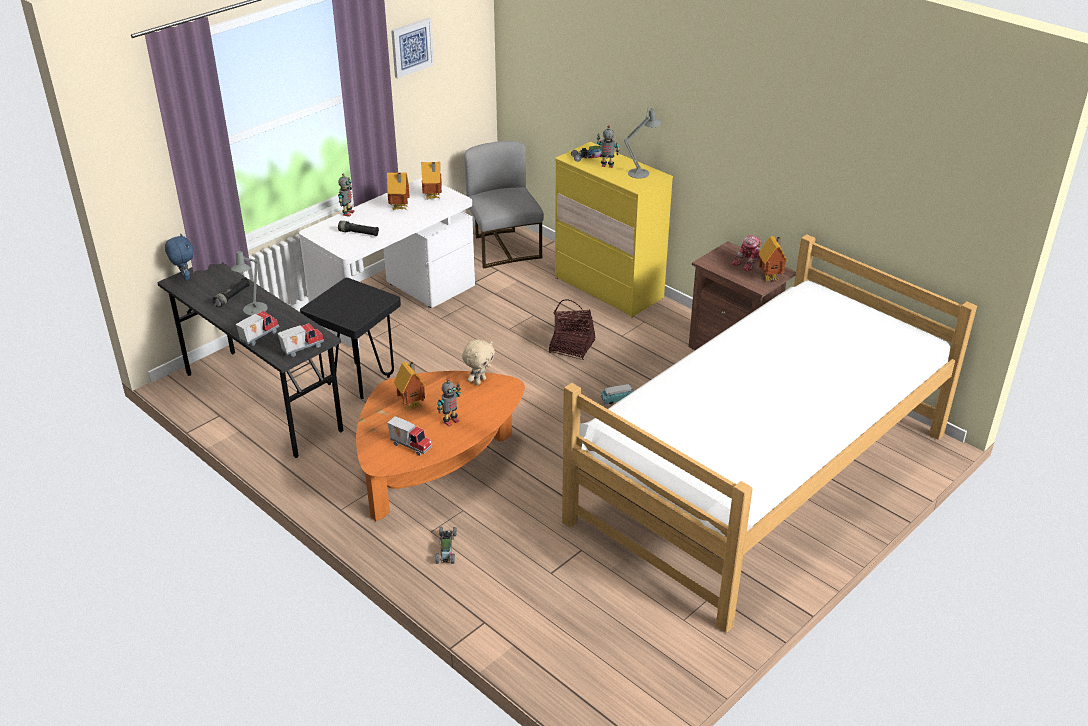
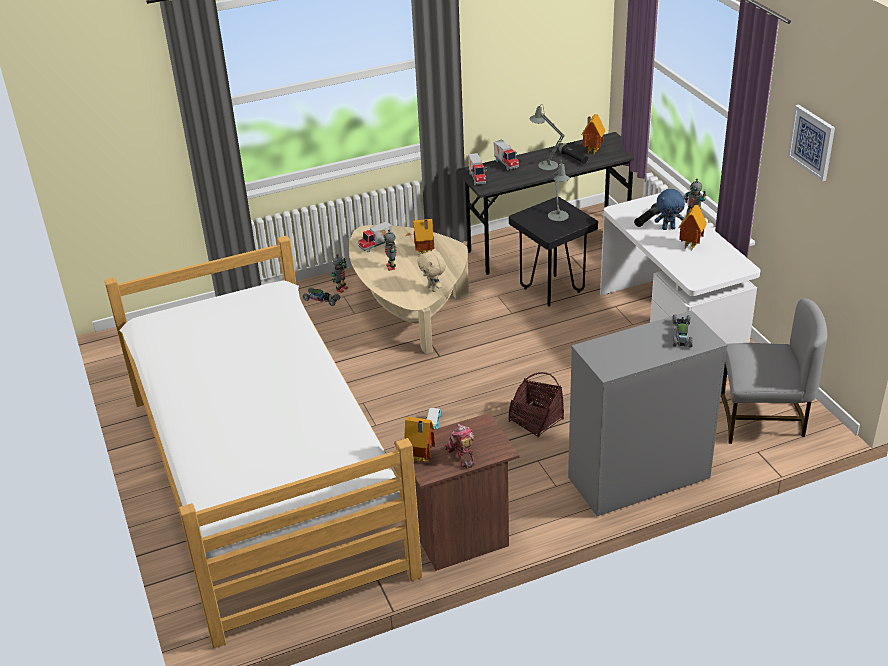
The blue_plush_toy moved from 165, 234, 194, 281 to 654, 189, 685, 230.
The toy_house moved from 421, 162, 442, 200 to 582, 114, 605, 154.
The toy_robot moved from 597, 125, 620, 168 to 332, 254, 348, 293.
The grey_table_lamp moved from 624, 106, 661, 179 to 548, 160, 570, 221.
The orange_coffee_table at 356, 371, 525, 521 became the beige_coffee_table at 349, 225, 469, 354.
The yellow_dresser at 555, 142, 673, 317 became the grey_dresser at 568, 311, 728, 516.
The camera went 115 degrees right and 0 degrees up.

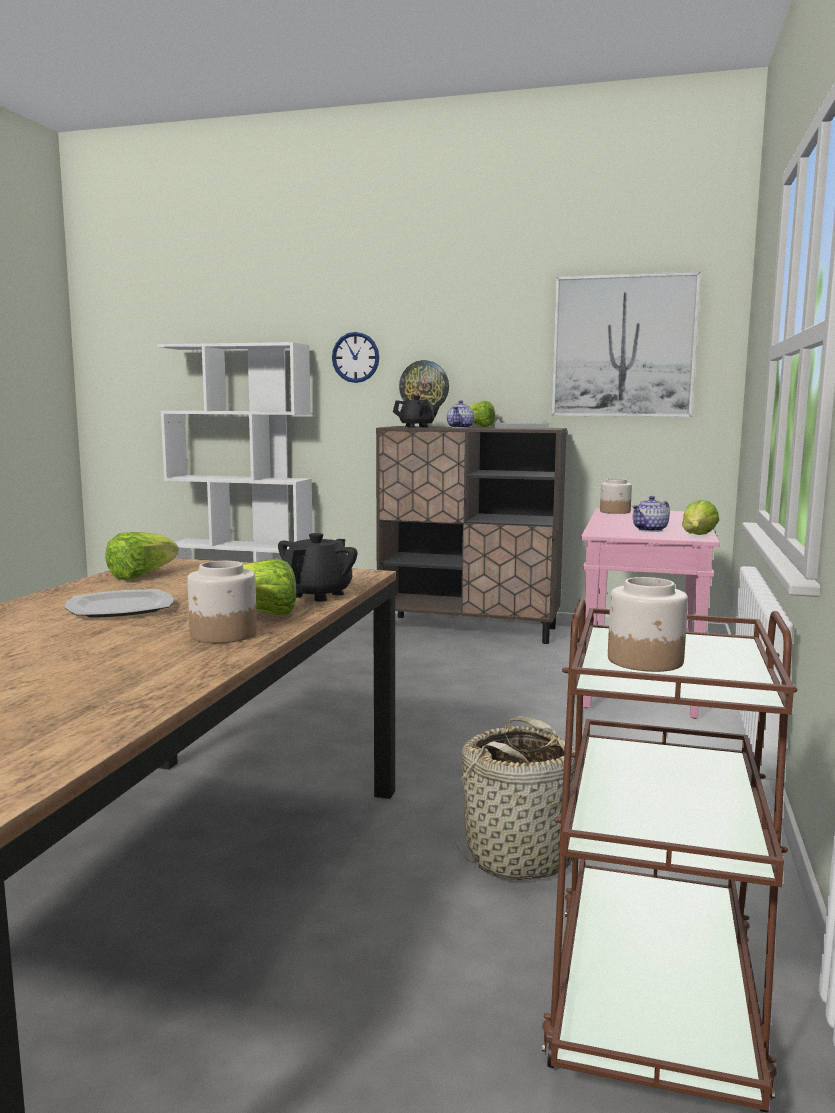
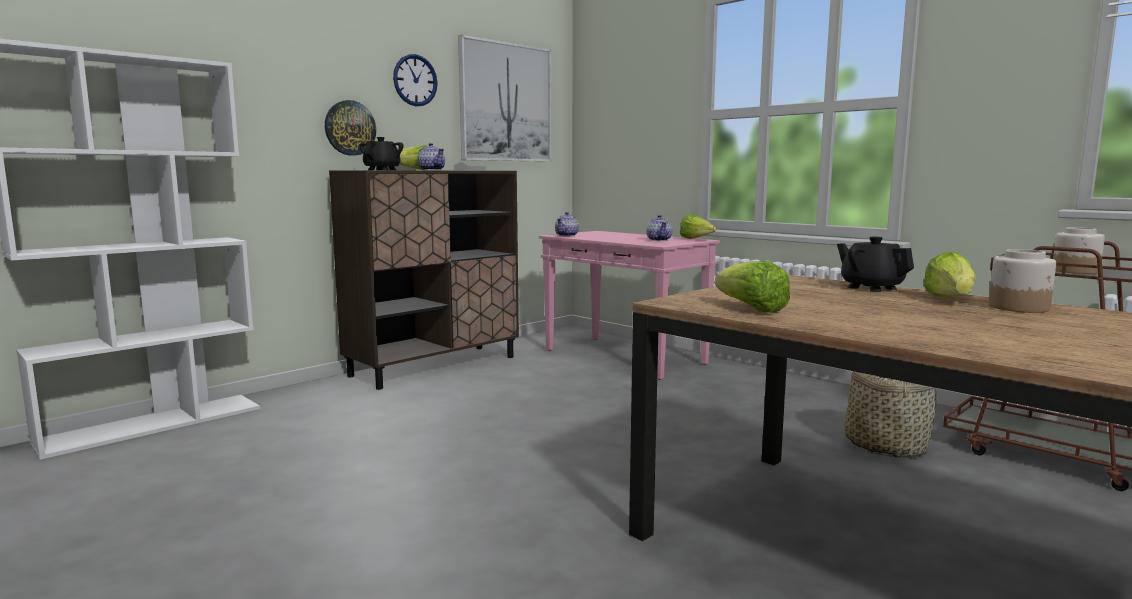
The plate at 65, 589, 174, 618 disappeared.
The wall_clock moved from 332, 332, 379, 383 to 393, 54, 438, 107.
The jar at 600, 478, 632, 514 was replaced by the teapot at 555, 212, 579, 236.
The camera went 60 degrees left and 0 degrees up.

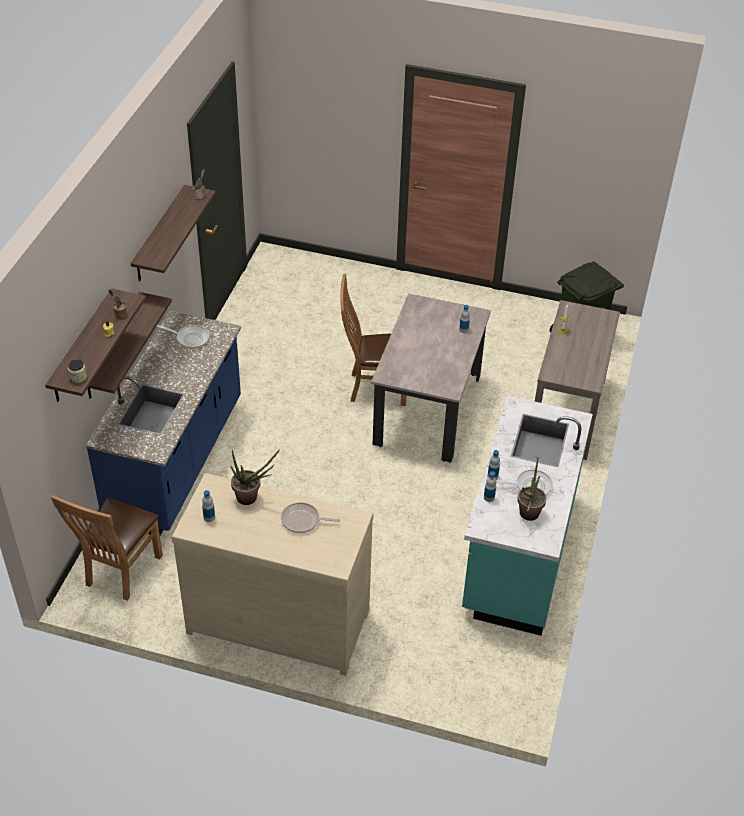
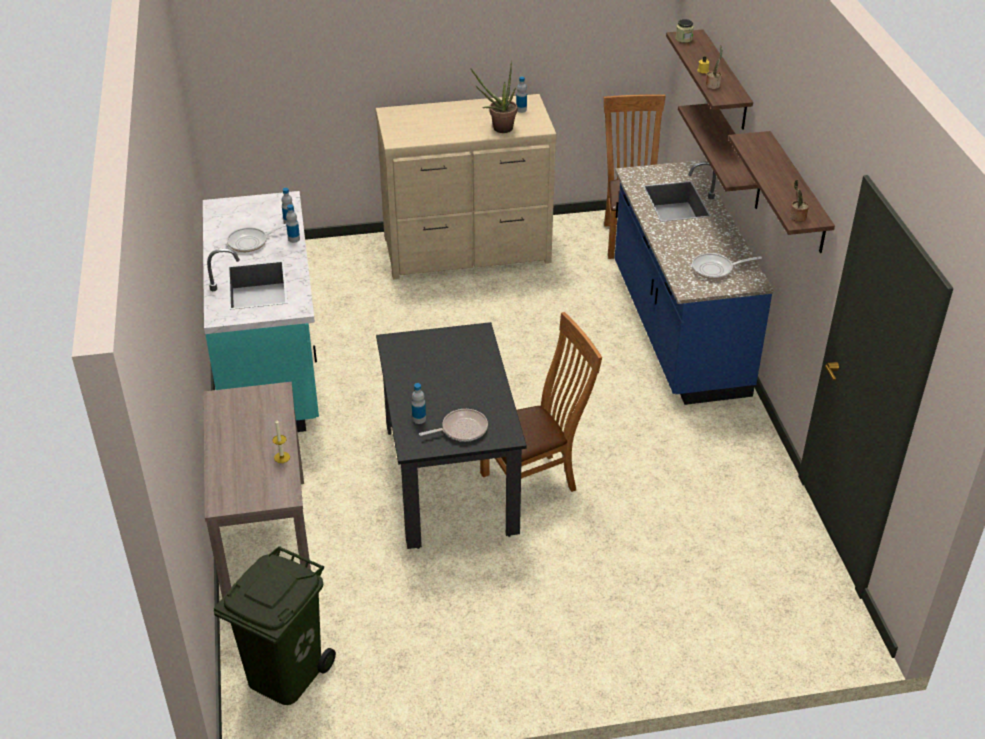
The potted_plant at 517, 458, 546, 521 disappeared.
The frying_pan moved from 281, 502, 340, 533 to 419, 409, 488, 442.
The beige_dining_table at 371, 293, 491, 462 became the black_dining_table at 376, 322, 527, 549.
The camera went 155 degrees right and 5 degrees down.

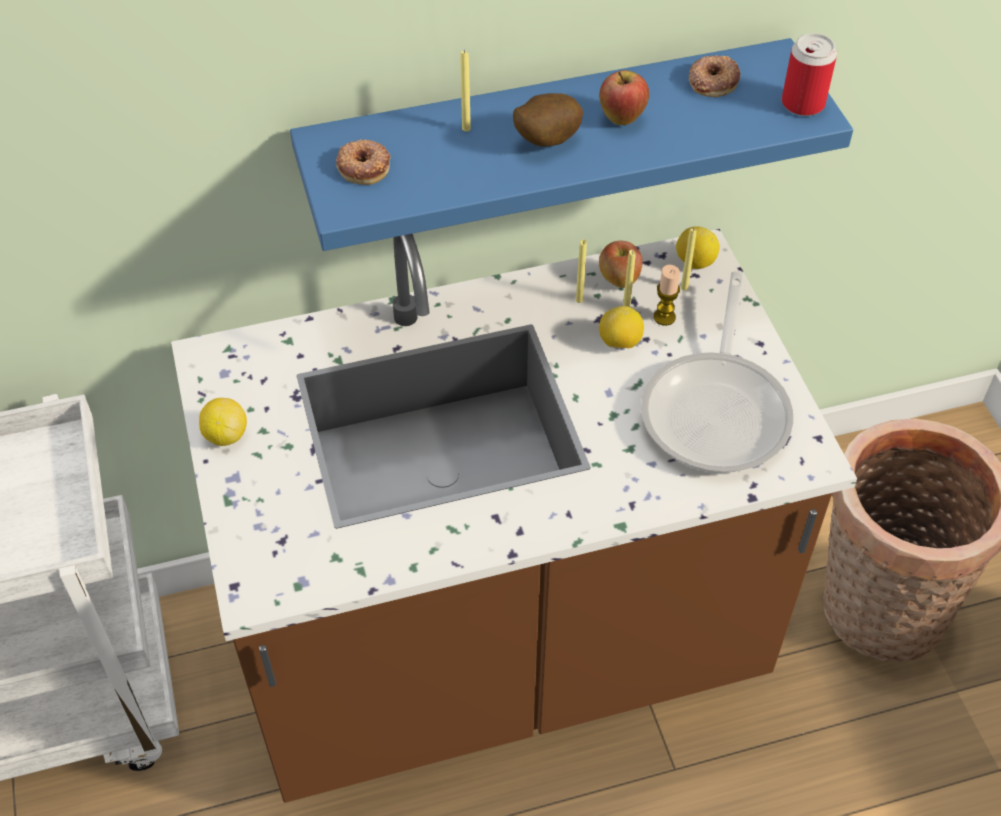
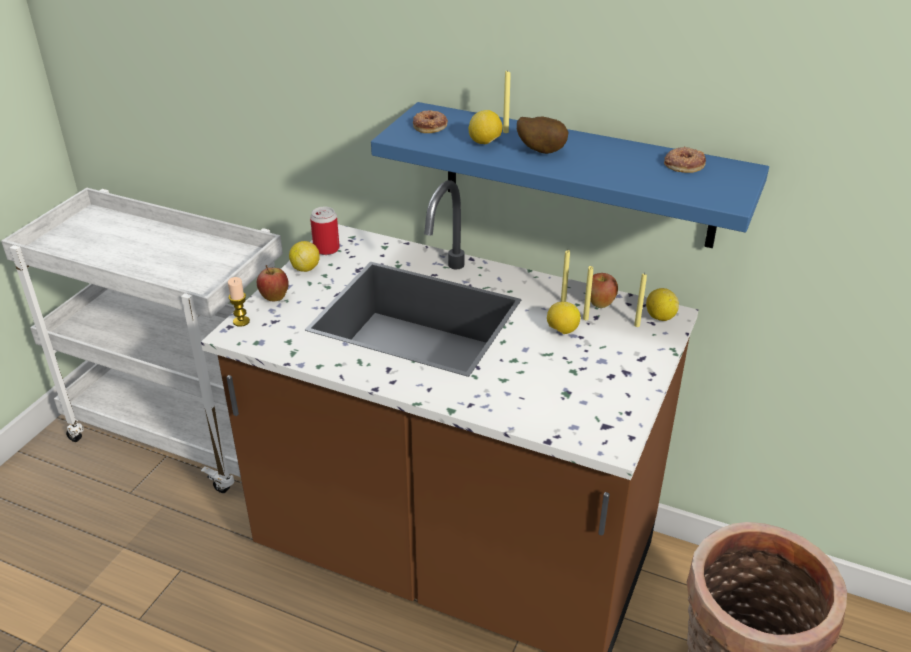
The frying_pan at 641, 271, 793, 473 disappeared.
The lemon at 469, 110, 503, 144 appeared.
The apple moved from 599, 70, 649, 125 to 257, 265, 289, 301.
The candle moved from 654, 265, 680, 326 to 228, 277, 250, 327.
The can moved from 782, 33, 837, 116 to 310, 207, 340, 255.
The camera went 40 degrees right and 15 degrees down.

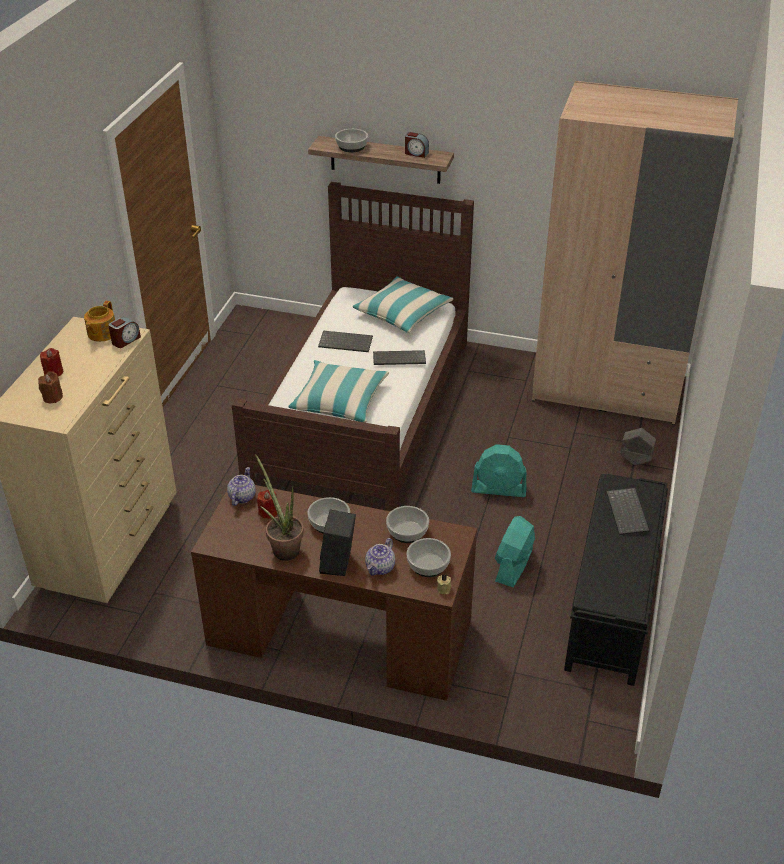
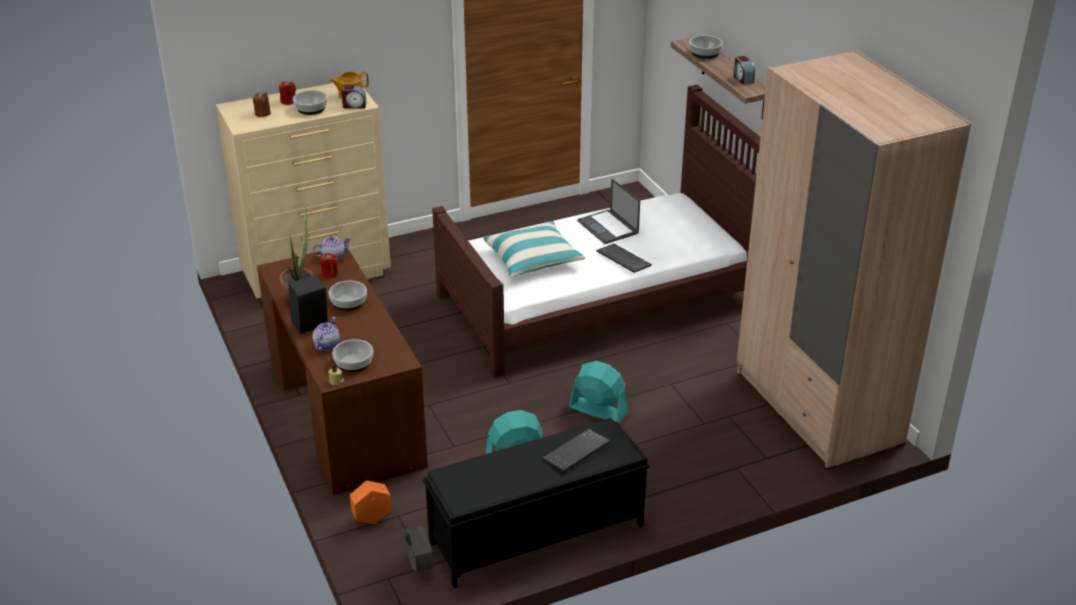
The pillow at 353, 276, 453, 333 disappeared.
The orange_planter at 350, 480, 392, 524 appeared.
The bowl moved from 386, 506, 429, 543 to 293, 90, 328, 115.
The grey_planter moved from 620, 428, 656, 465 to 405, 526, 433, 572.
The keyboard at 318, 331, 373, 352 was replaced by the laptop at 578, 179, 640, 244.
The teapot at 365, 538, 395, 575 turned 120 degrees clockwise.
The turquoise_fan at 471, 444, 527, 497 turned 150 degrees clockwise.
The camera went 50 degrees right and 5 degrees down.

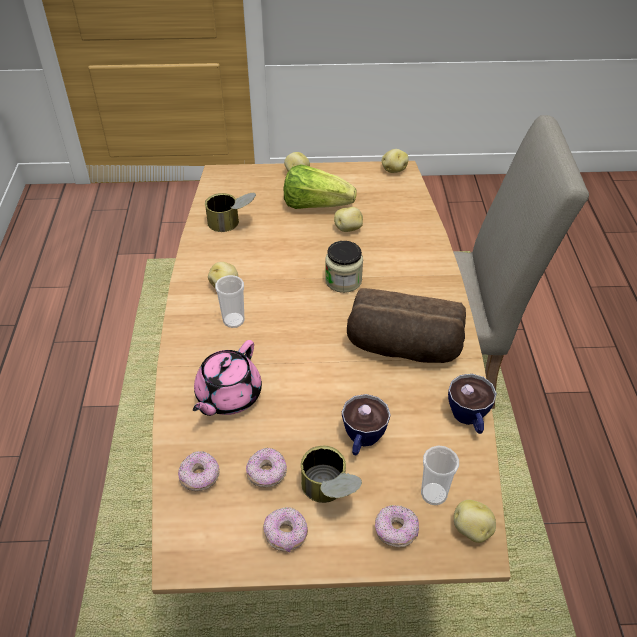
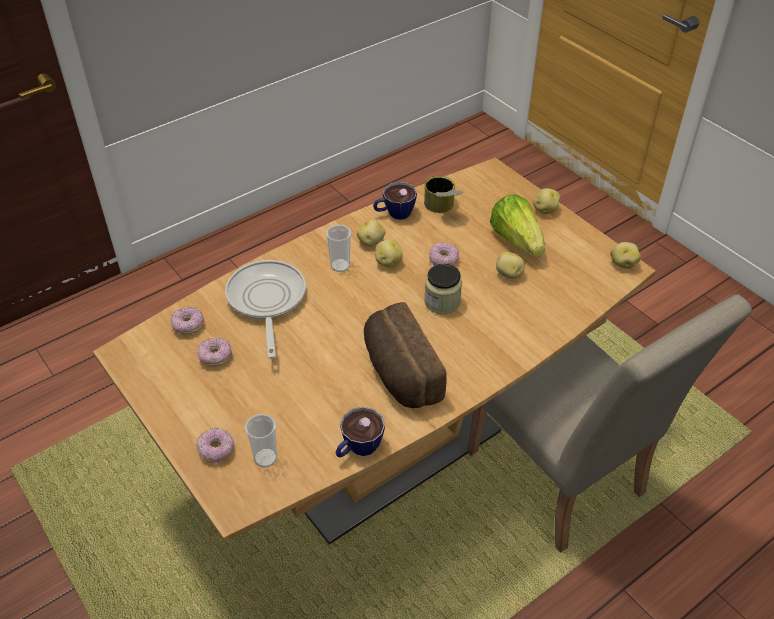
The can at 301, 446, 362, 503 disappeared.
The donut moved from 263, 507, 308, 552 to 429, 242, 459, 266.
The cup moved from 342, 394, 391, 455 to 373, 182, 417, 220.
The potato moved from 454, 499, 496, 543 to 375, 239, 403, 267.
The pink_teapot at 193, 340, 262, 416 was replaced by the frying_pan at 225, 260, 306, 359.
The camera went 55 degrees right and 0 degrees up.

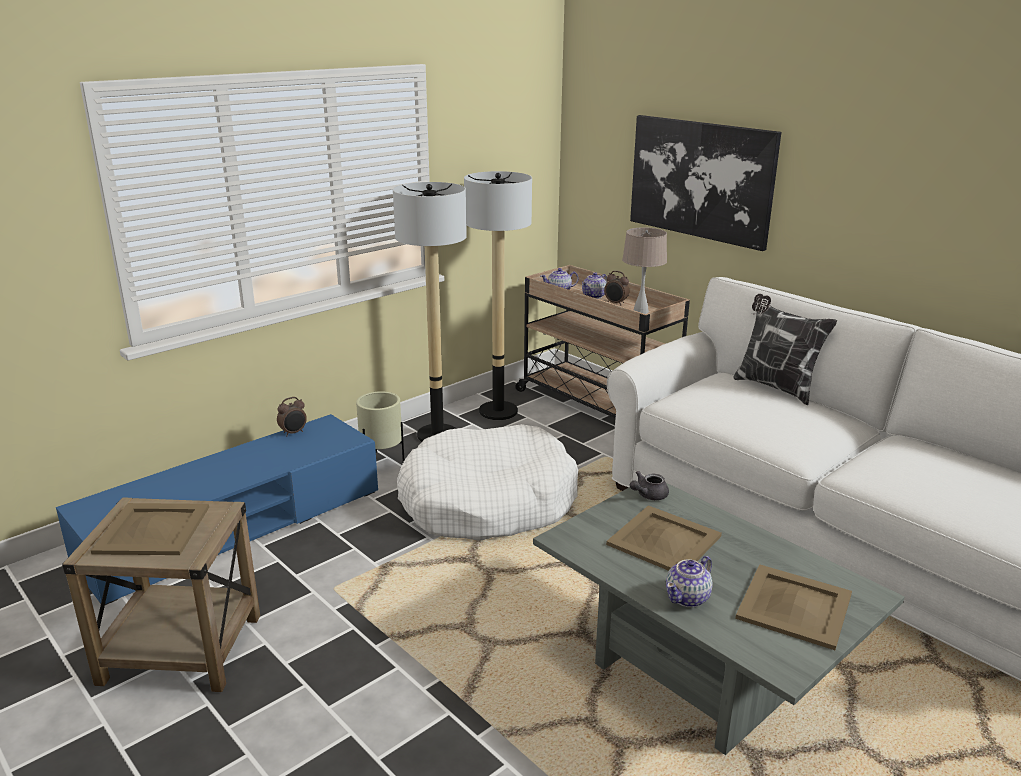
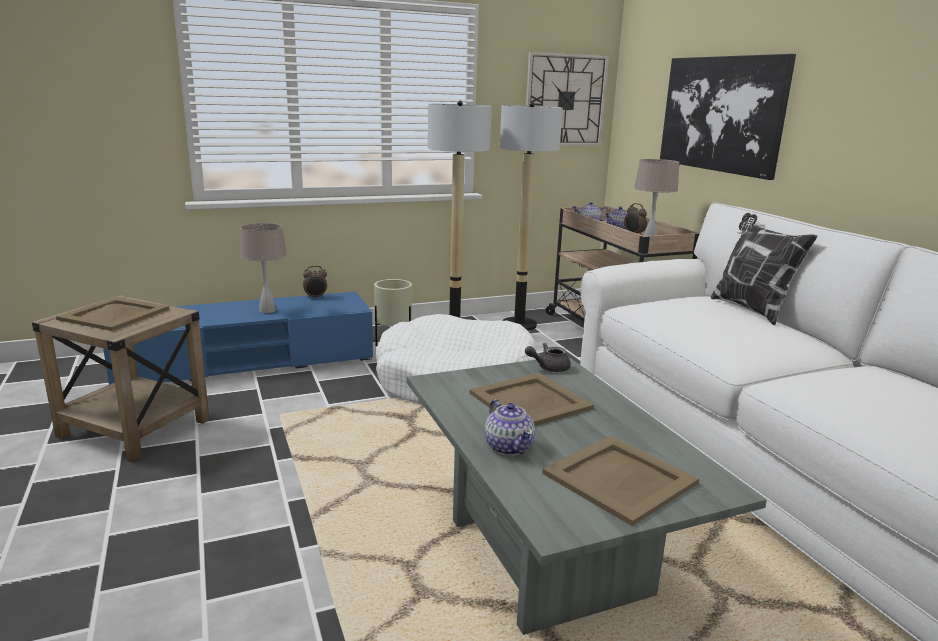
The beige_table_lamp at 240, 223, 287, 313 appeared.
The wall_clock at 526, 51, 609, 146 appeared.
The teapot at 666, 556, 713, 607 turned 90 degrees counterclockwise.
The camera went 20 degrees right and 5 degrees down.

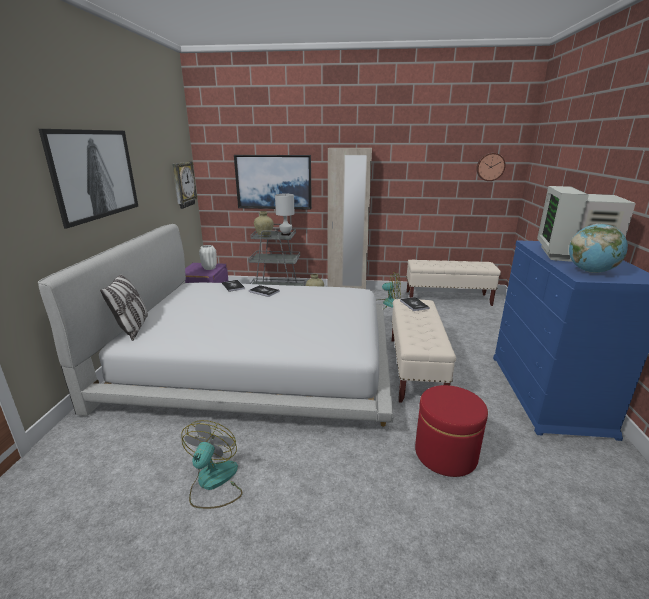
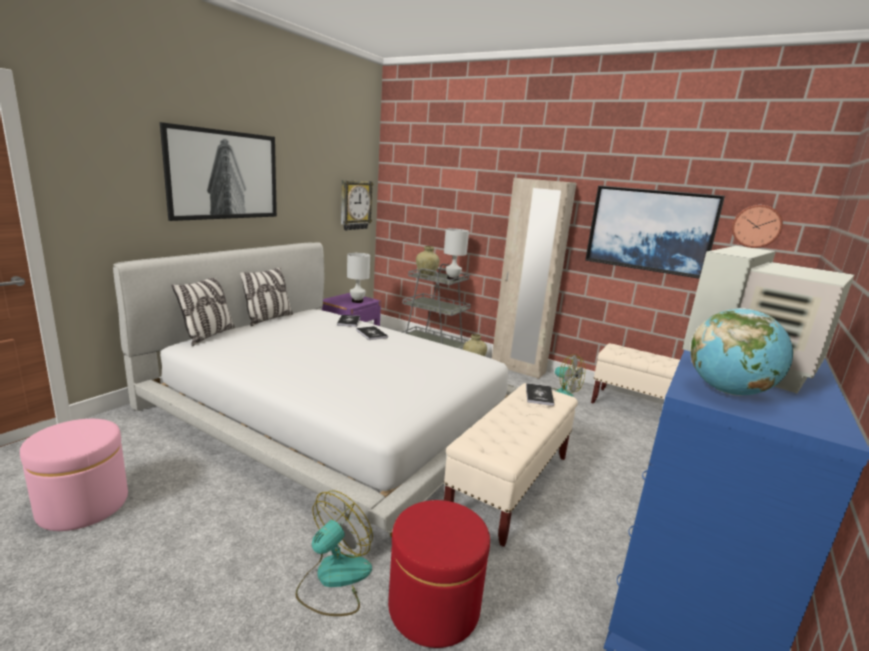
The pink_ottoman at 20, 419, 128, 531 appeared.
The pillow at 240, 268, 293, 326 appeared.
The fan moved from 181, 420, 243, 509 to 296, 490, 373, 616.
The picture moved from 234, 155, 312, 210 to 585, 185, 725, 279.
The white_vase at 199, 245, 217, 270 was replaced by the white_table_lamp at 347, 253, 370, 303.
The camera went 25 degrees right and 5 degrees down.

